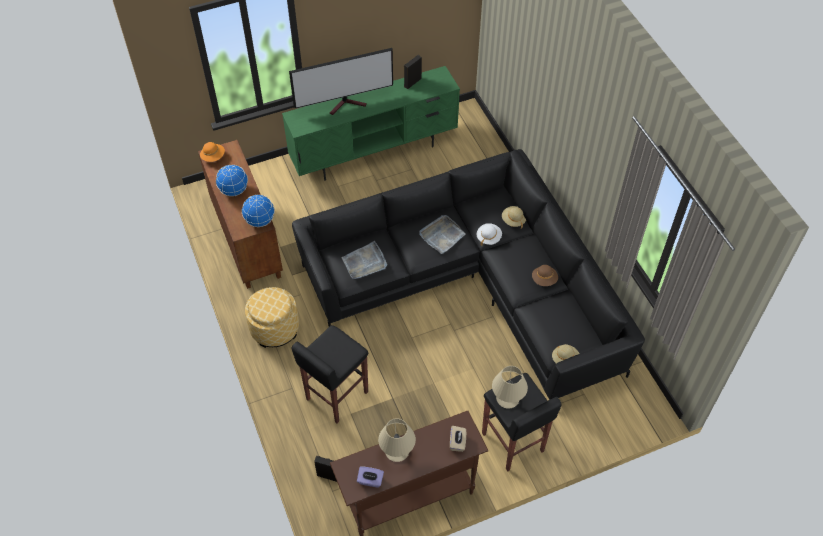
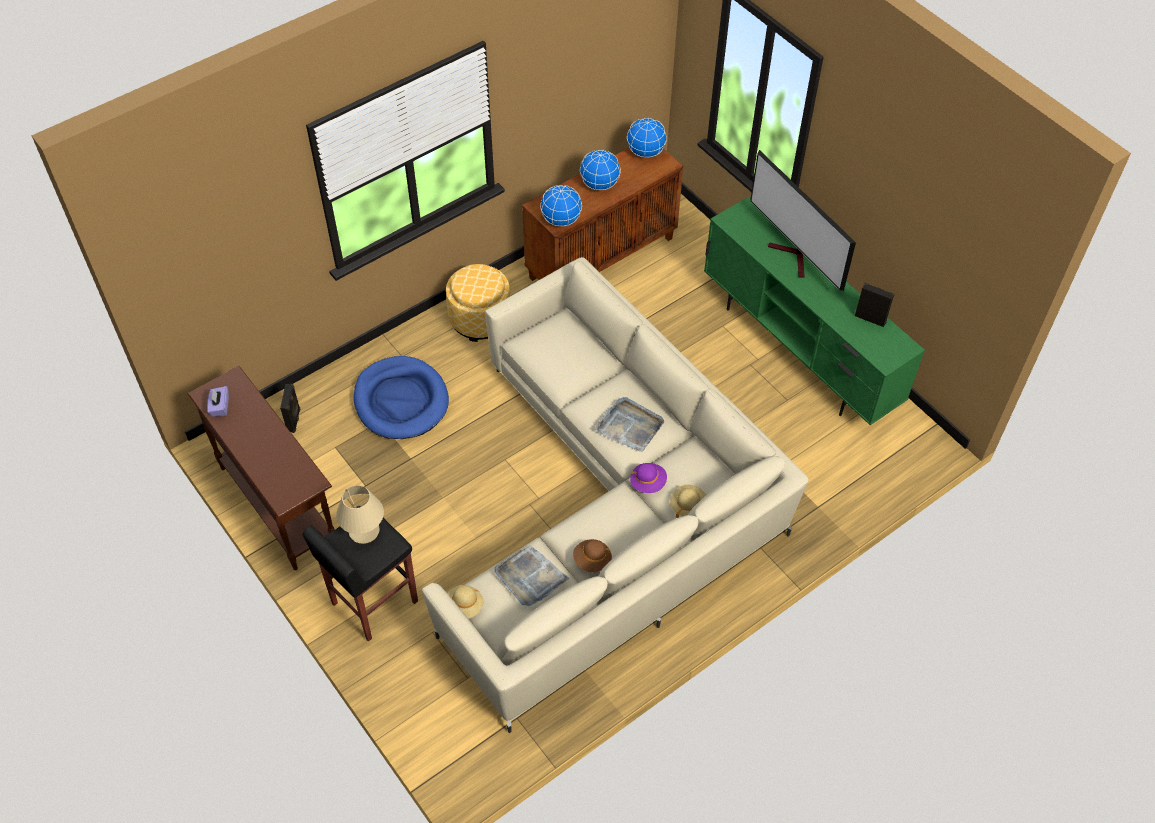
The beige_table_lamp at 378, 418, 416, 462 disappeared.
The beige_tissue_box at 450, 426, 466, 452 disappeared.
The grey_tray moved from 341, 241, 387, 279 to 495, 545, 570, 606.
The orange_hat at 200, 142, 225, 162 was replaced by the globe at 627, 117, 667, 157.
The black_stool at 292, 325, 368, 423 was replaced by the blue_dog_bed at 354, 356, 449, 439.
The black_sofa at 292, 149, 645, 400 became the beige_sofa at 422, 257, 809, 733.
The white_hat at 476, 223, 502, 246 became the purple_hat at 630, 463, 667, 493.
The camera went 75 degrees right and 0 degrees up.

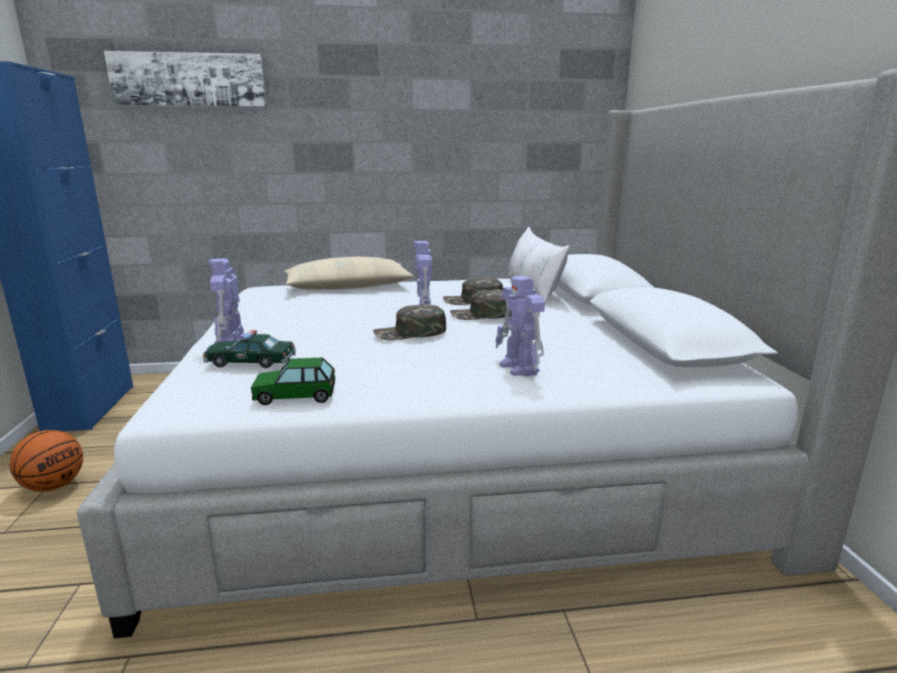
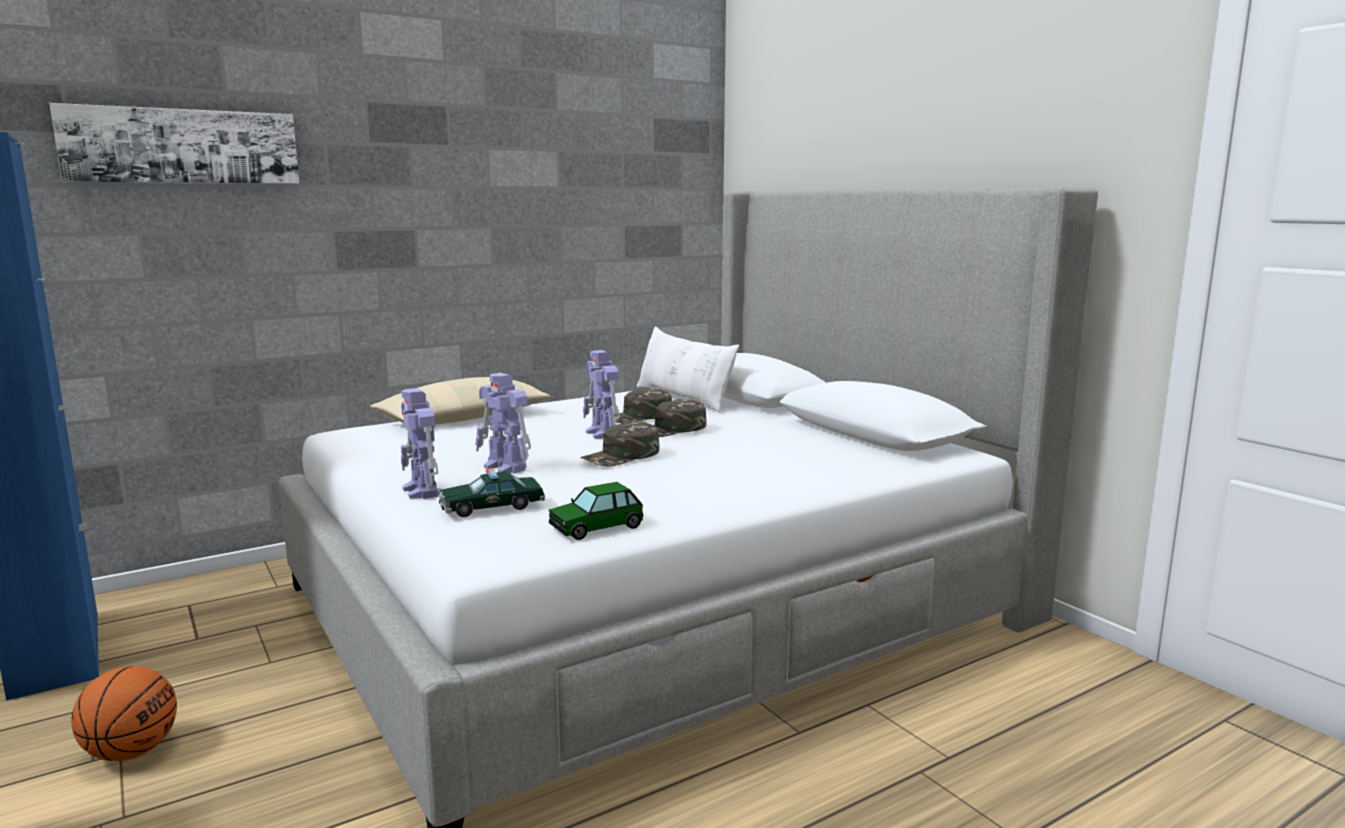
The toy_robot moved from 495, 276, 545, 377 to 475, 373, 531, 473.
The camera went 25 degrees left and 5 degrees down.

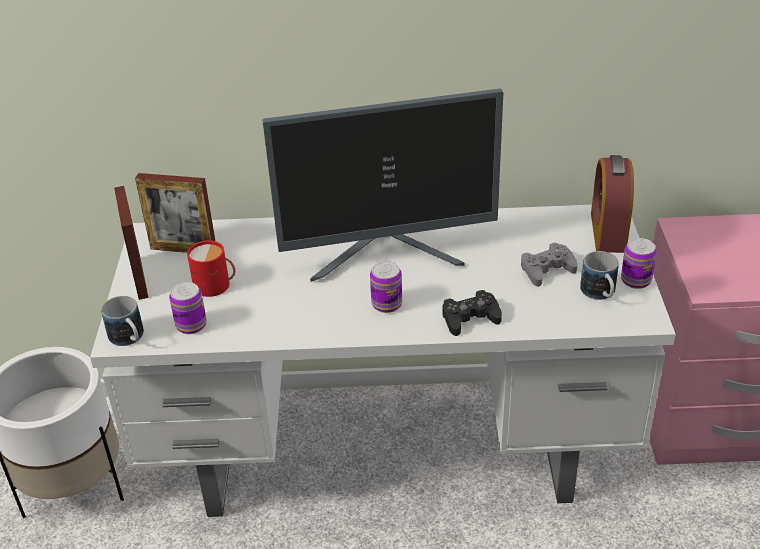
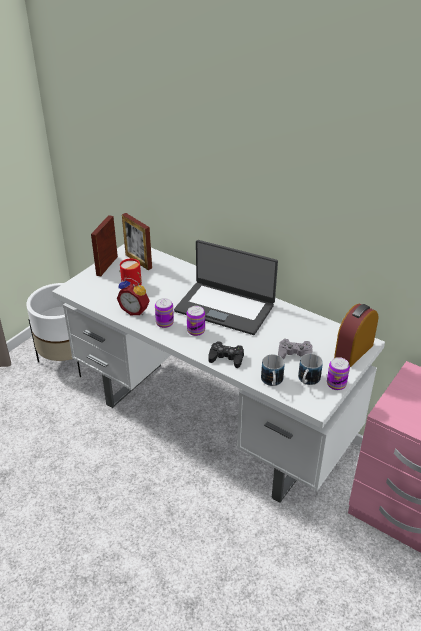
The alarm_clock at 117, 278, 150, 315 appeared.
The mug moved from 101, 296, 144, 346 to 261, 355, 284, 386.
The can moved from 169, 282, 207, 334 to 155, 298, 174, 328.
The monitor at 262, 89, 503, 282 was replaced by the laptop at 174, 240, 278, 335.
The camera went 35 degrees right and 0 degrees up.

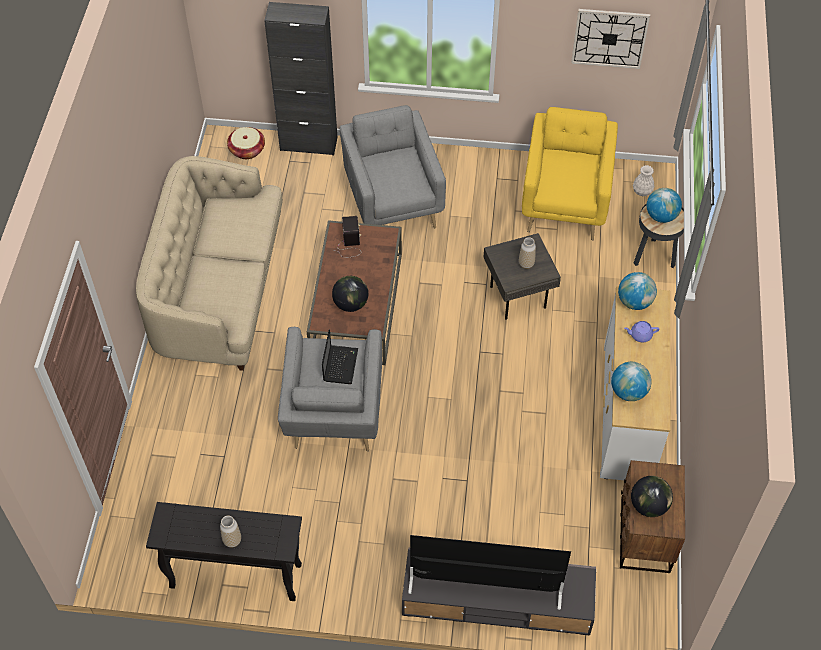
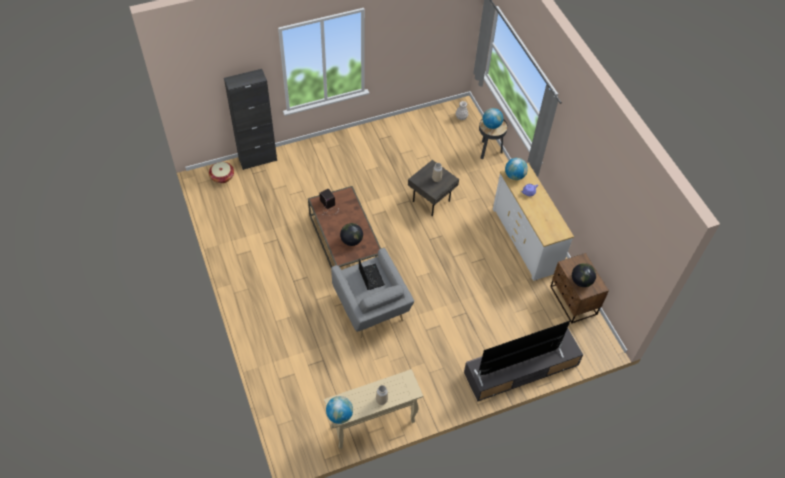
The beige_sofa at 136, 156, 283, 371 disappeared.
The grey_armchair at 340, 105, 446, 228 disappeared.
The yellow_armchair at 522, 107, 618, 241 disappeared.
The wall_clock at 571, 9, 650, 69 disappeared.
The globe moved from 611, 362, 652, 401 to 326, 396, 353, 424.
The black_console_table at 146, 502, 302, 601 became the beige_console_table at 324, 369, 423, 449.
The camera went 30 degrees left and 0 degrees up.

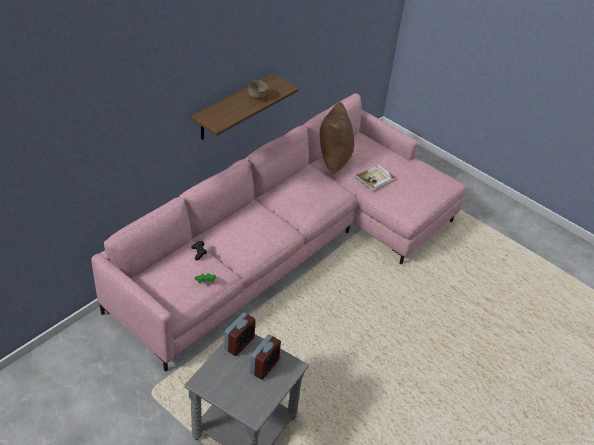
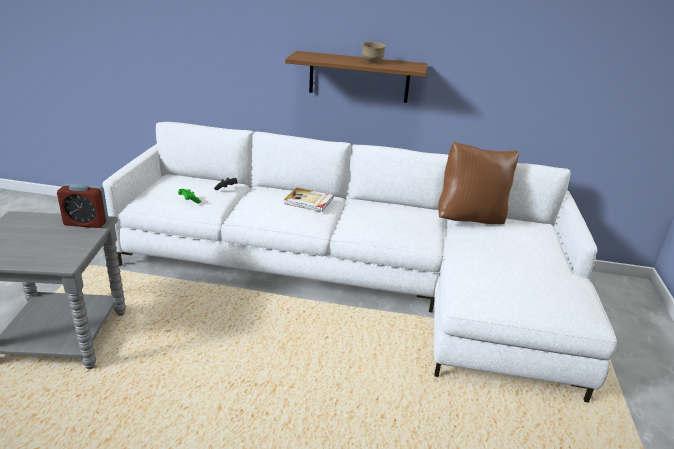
The alarm_clock at 250, 334, 281, 380 disappeared.
The book moved from 356, 164, 395, 191 to 284, 187, 333, 212.
The pink_sofa at 91, 93, 466, 372 became the white_sofa at 102, 122, 617, 403.
The camera went 60 degrees right and 15 degrees down.

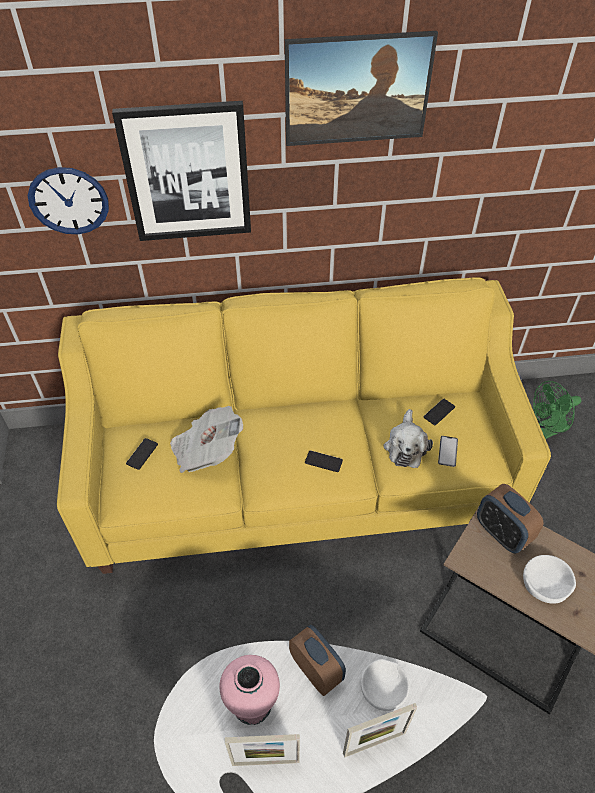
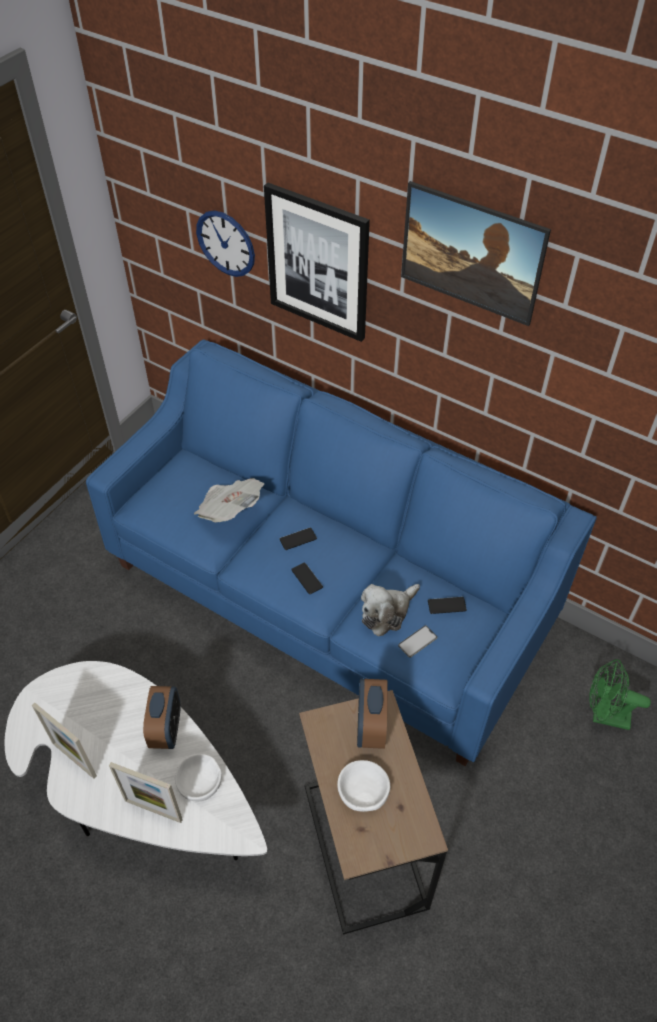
The pink_vase at 219, 655, 280, 725 disappeared.
The phone moved from 126, 438, 158, 470 to 280, 528, 317, 550.
The yellow_sofa at 57, 277, 551, 574 became the blue_sofa at 86, 340, 597, 766.
The camera went 40 degrees right and 0 degrees up.

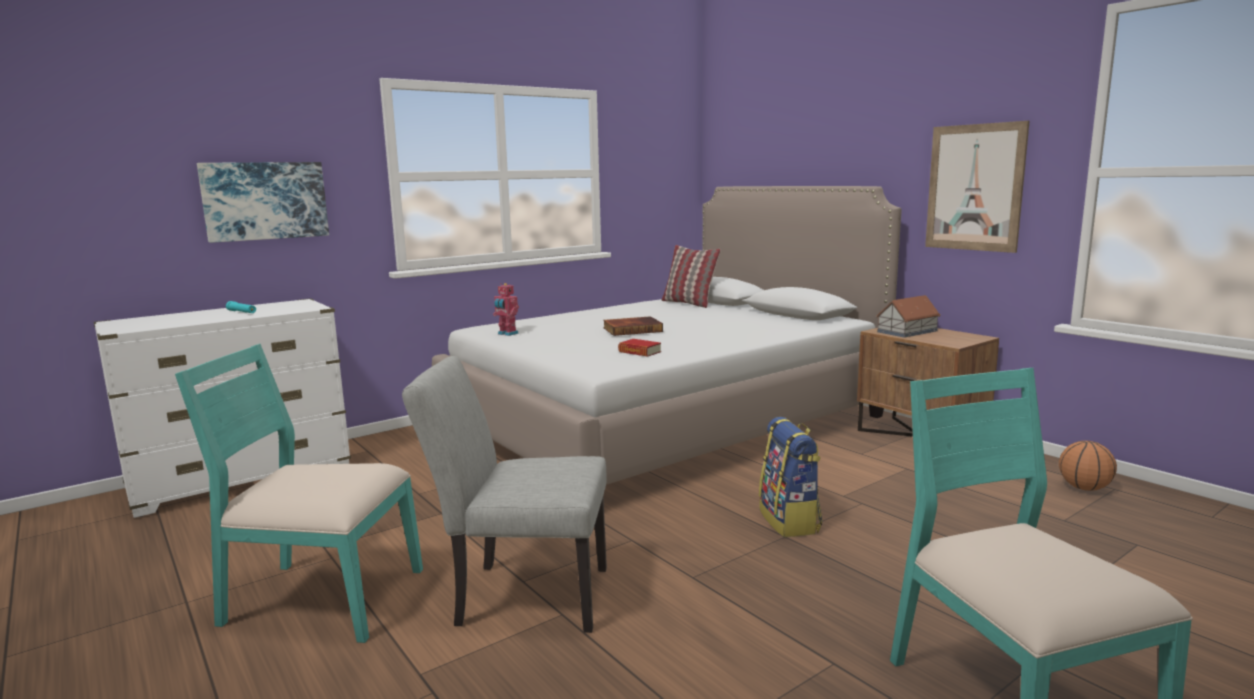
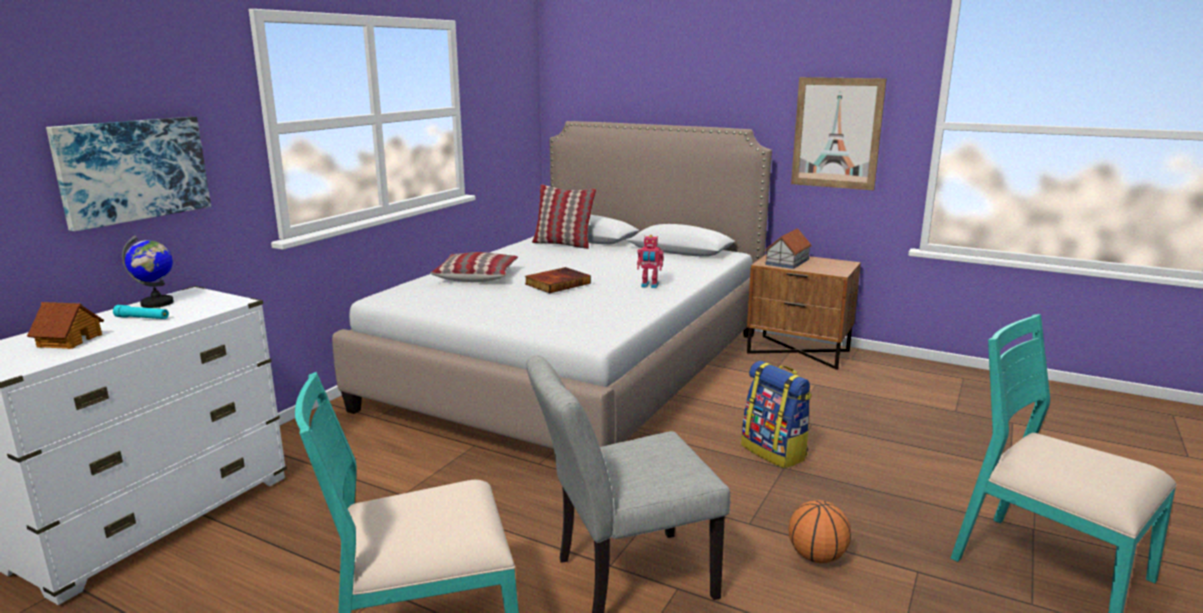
The book at 618, 339, 661, 357 disappeared.
The toy_house at 27, 302, 104, 349 appeared.
The globe at 122, 235, 174, 308 appeared.
The pillow at 430, 252, 518, 282 appeared.
The toy_robot moved from 493, 283, 519, 336 to 637, 235, 664, 288.
The basketball moved from 1059, 441, 1117, 491 to 789, 500, 851, 563.
The camera went 25 degrees left and 5 degrees up.

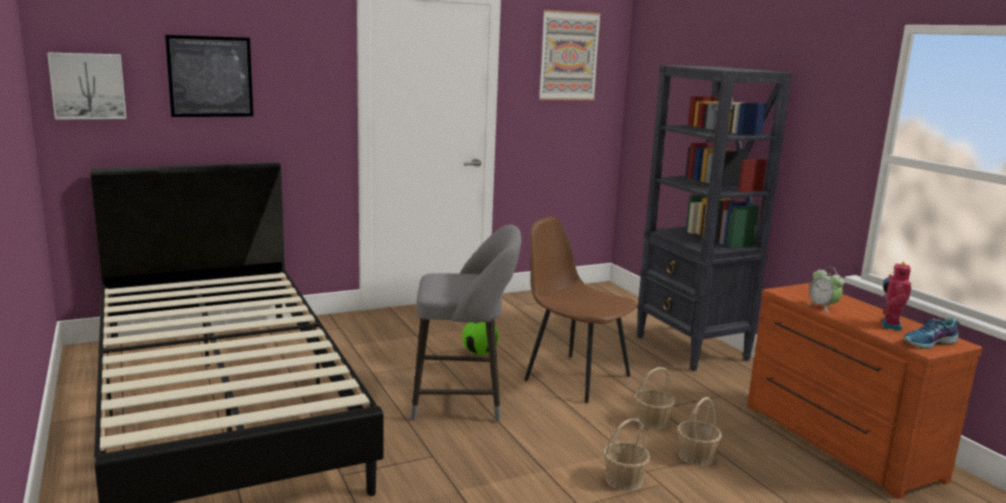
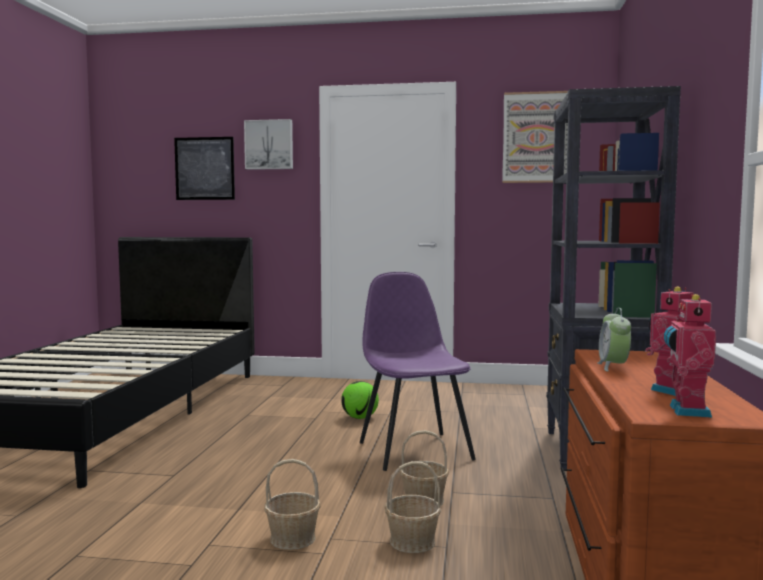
The grey_stool at 411, 225, 521, 422 disappeared.
The picture moved from 47, 53, 127, 120 to 244, 119, 293, 170.
The shoe at 903, 317, 959, 349 was replaced by the toy_robot at 664, 294, 716, 418.
The brown_chair at 524, 217, 637, 403 became the purple_chair at 360, 272, 476, 471.
The camera went 35 degrees right and 10 degrees down.

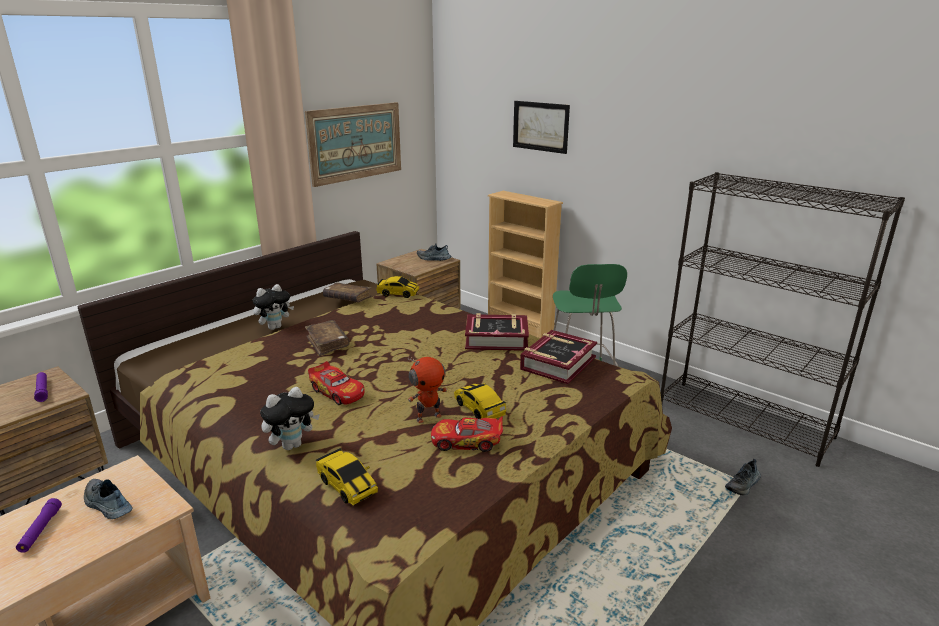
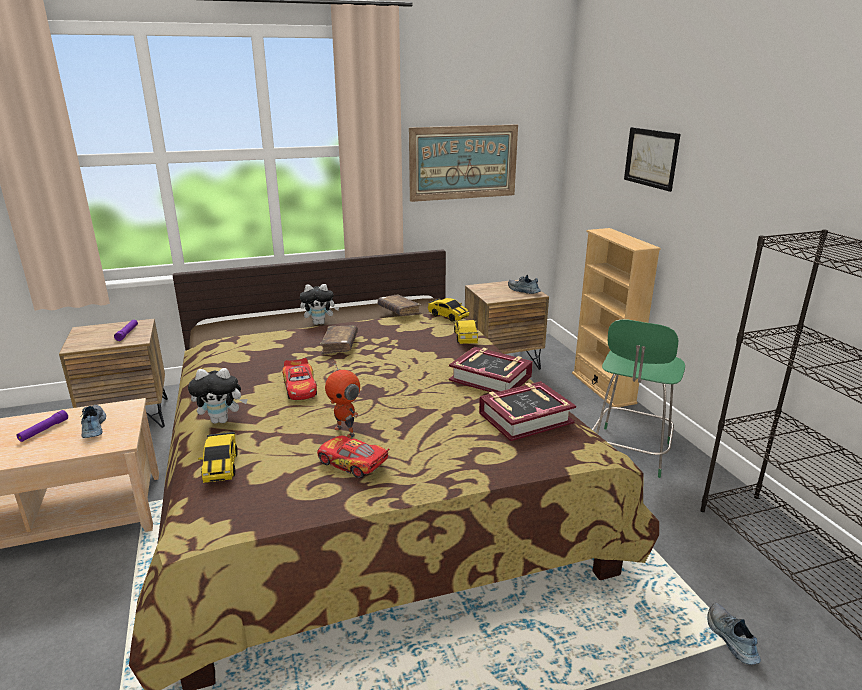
The toy_car moved from 454, 383, 506, 419 to 453, 320, 478, 344.
The toy_robot at 408, 356, 447, 423 turned 45 degrees clockwise.
The shoe at 725, 459, 761, 495 turned 90 degrees clockwise.
The camera went 30 degrees right and 0 degrees up.

